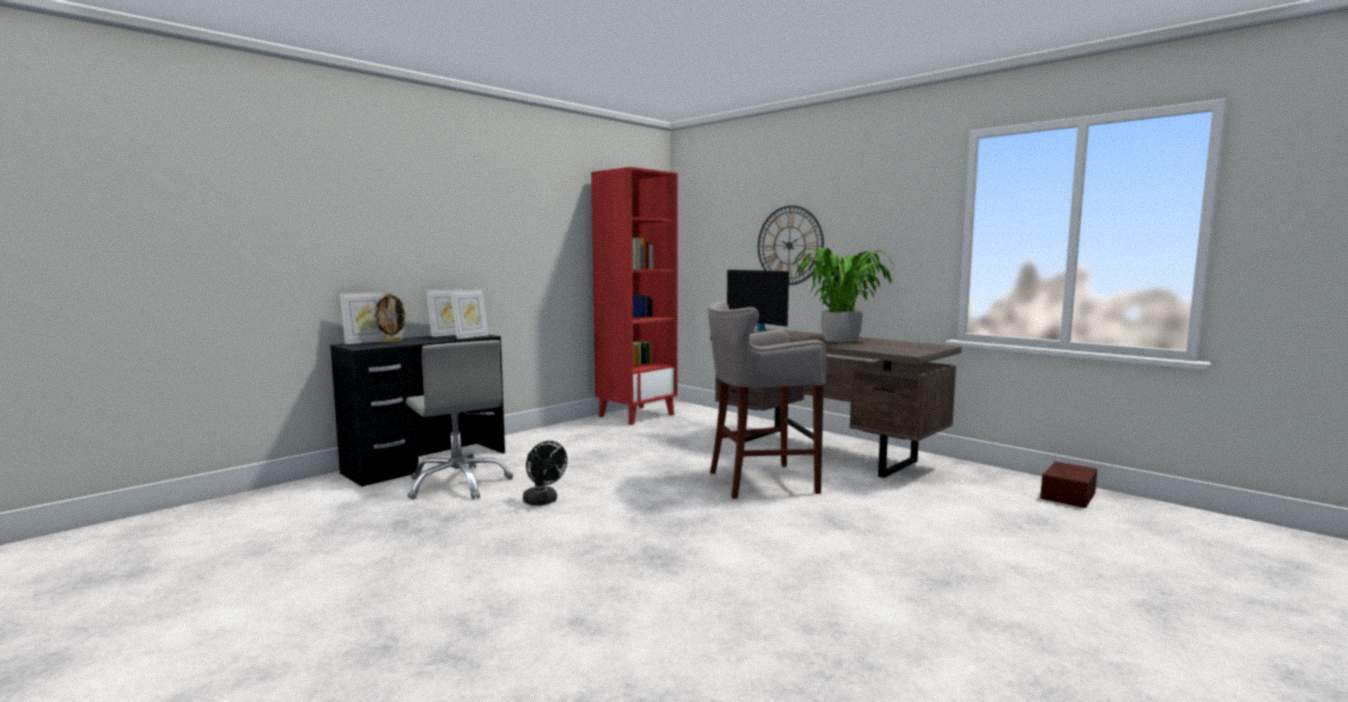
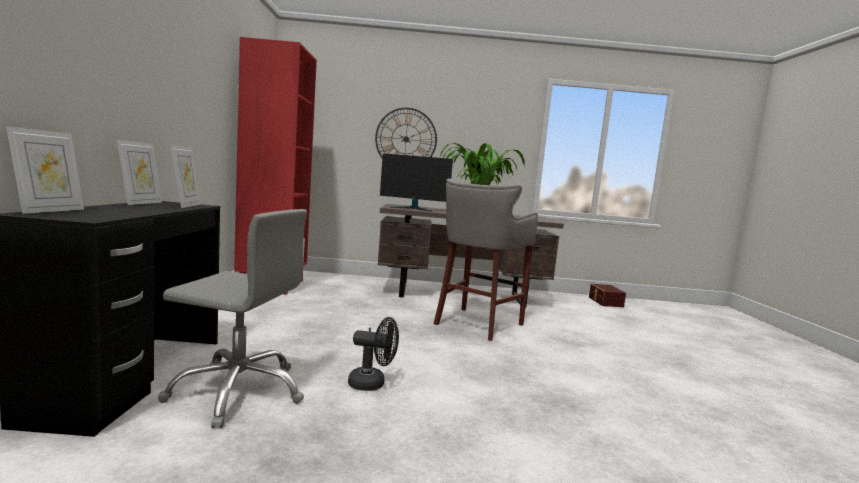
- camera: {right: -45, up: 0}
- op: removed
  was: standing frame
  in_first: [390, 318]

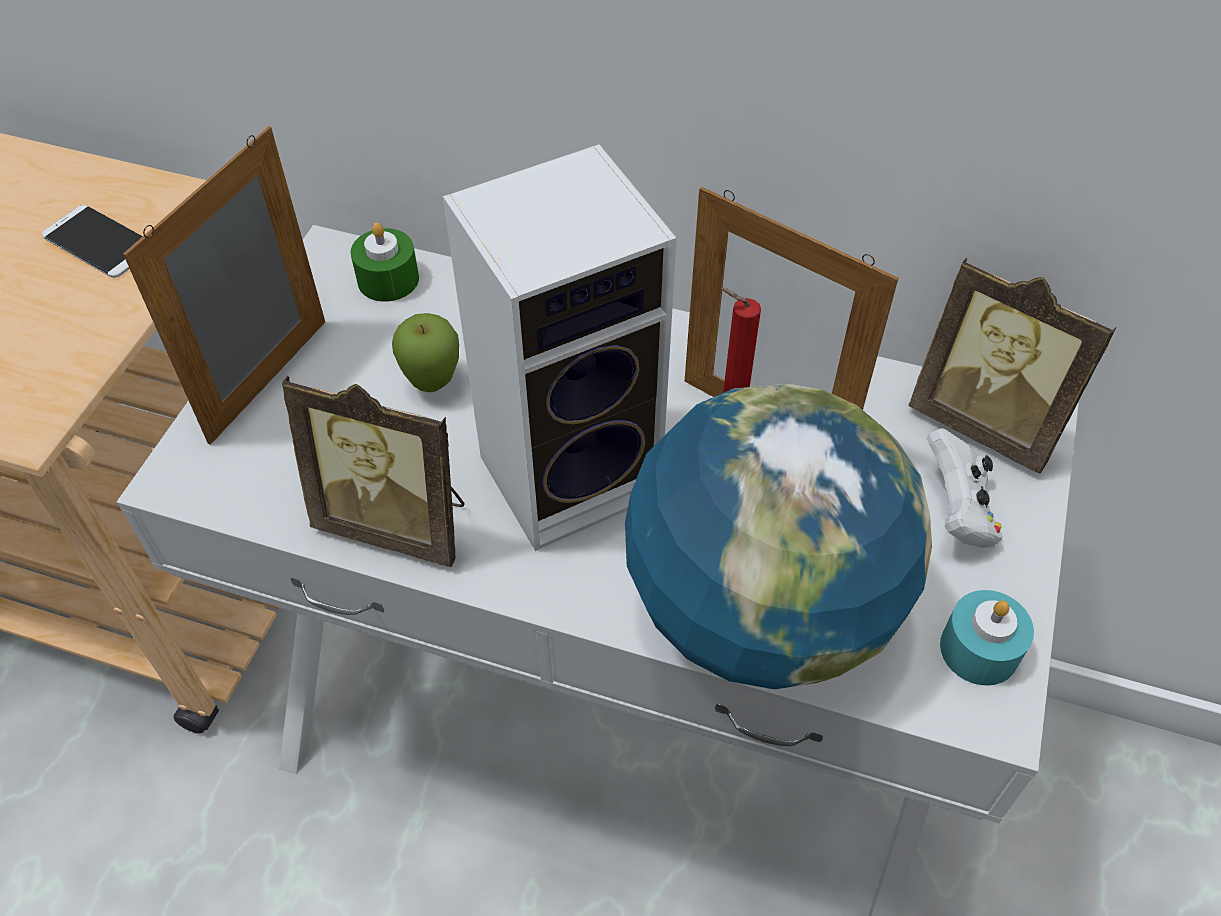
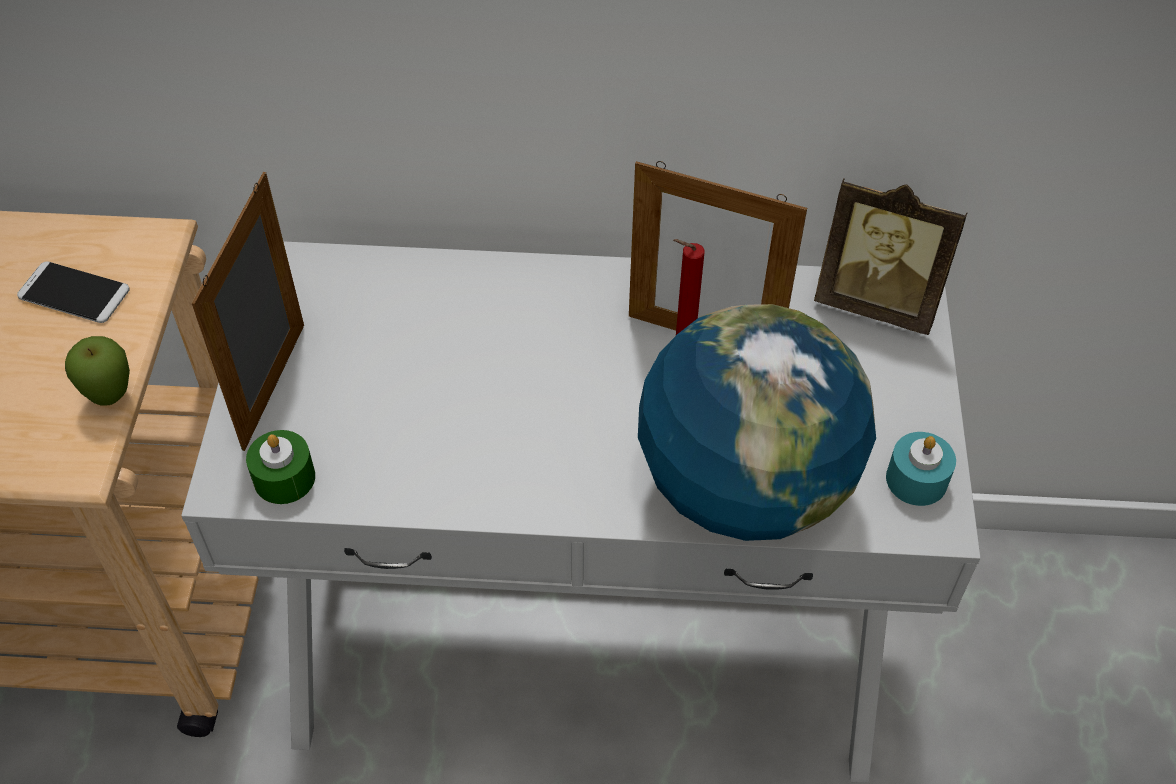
- camera: {right: -15, up: 0}
- op: moved
  was: apple
  in_first: [425, 352]
  in_second: [97, 371]
- op: moved
  was: wax light in green-coloured
  in_first: [384, 262]
  in_second: [280, 467]
- op: removed
  was: standing frame
  in_first: [373, 471]
- op: removed
  was: loudspeaker
  in_first: [560, 347]
- op: removed
  was: gamepad in white-coloured
  in_first: [964, 488]

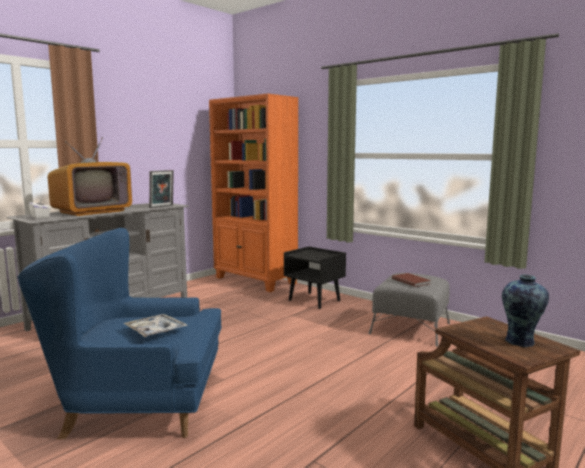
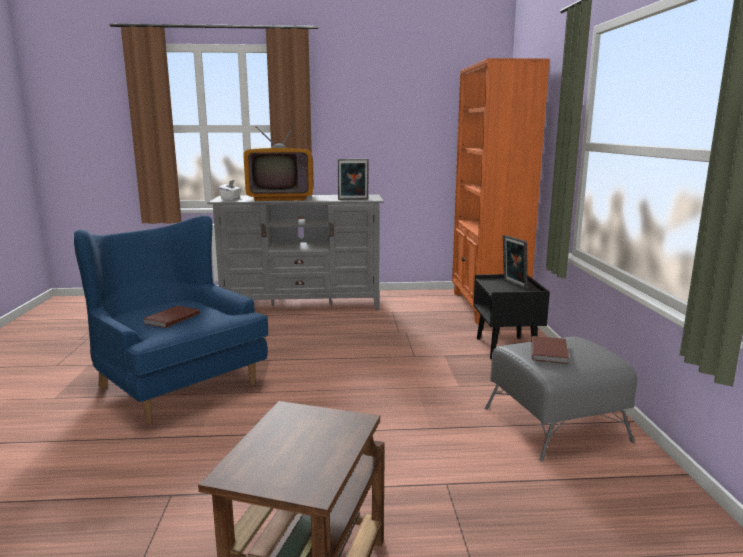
- camera: {right: 45, up: 5}
- op: replaced
  was: tray
  now: volume in brownish
  in_first: [155, 325]
  in_second: [171, 317]
- op: added
  now: standing frame
  in_second: [515, 262]
- op: removed
  was: flower vase
  in_first: [525, 311]

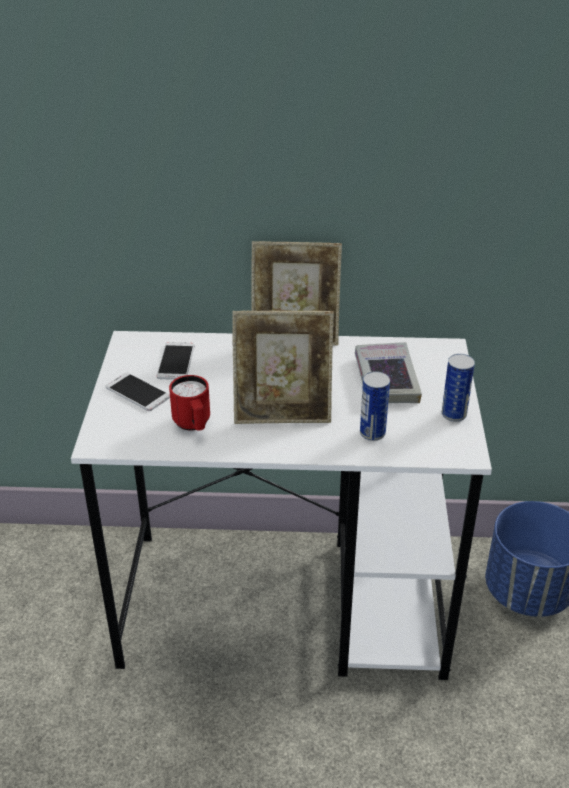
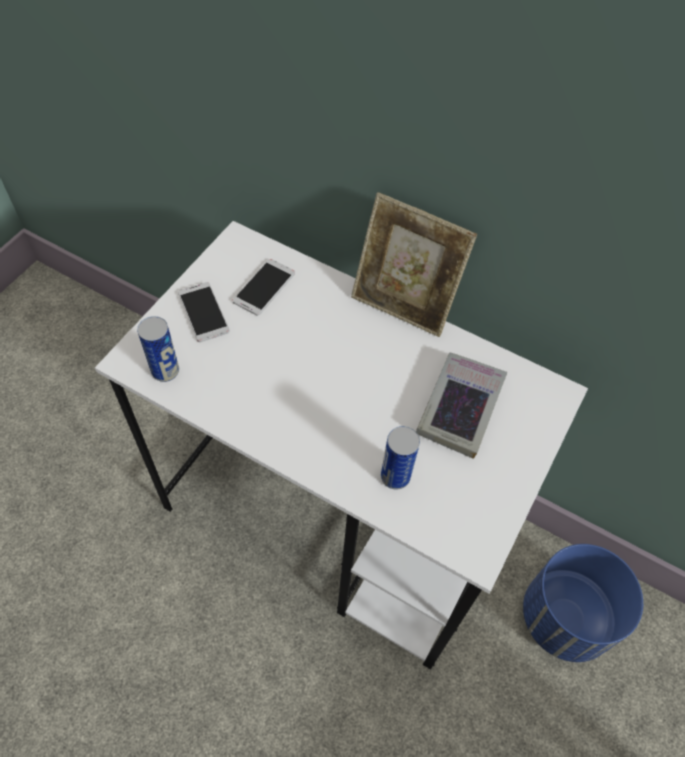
- camera: {right: 25, up: 20}
- op: moved
  was: can
  in_first: [458, 388]
  in_second: [158, 349]
- op: removed
  was: mug in red-coloured
  in_first: [189, 403]
- op: removed
  was: standing frame
  in_first: [283, 367]

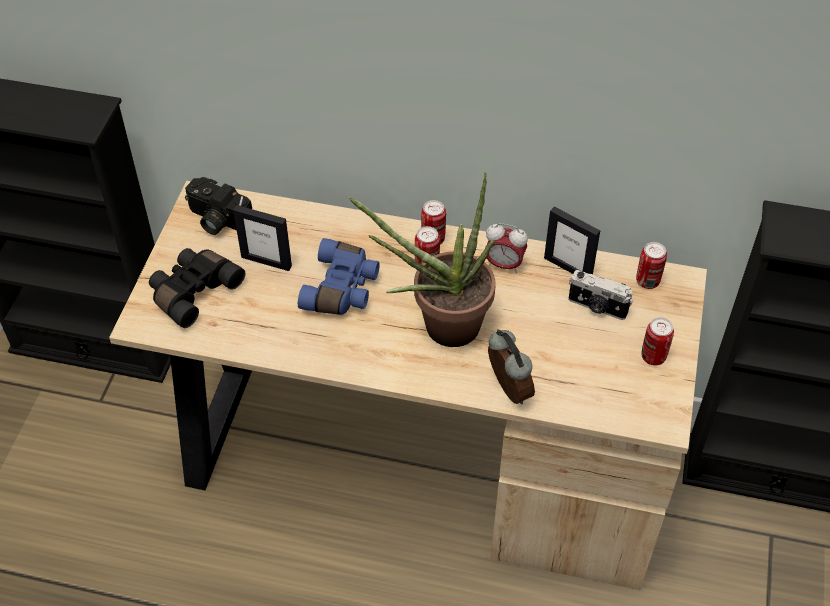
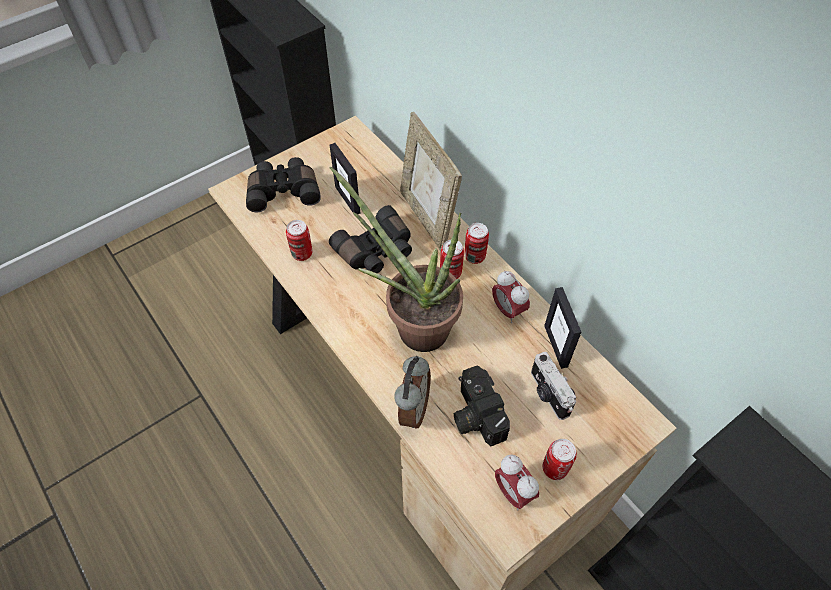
- camera: {right: 40, up: 5}
- op: moved
  was: can
  in_first: [651, 265]
  in_second: [299, 240]
- op: recoloured
  was: field glasses in bluish
  now: field glasses in black
  in_first: [339, 276]
  in_second: [370, 239]
- op: added
  now: standing frame
  in_second: [431, 182]
- op: moved
  was: photo camera
  in_first: [218, 206]
  in_second: [482, 405]
- op: added
  now: alarm clock
  in_second: [517, 483]

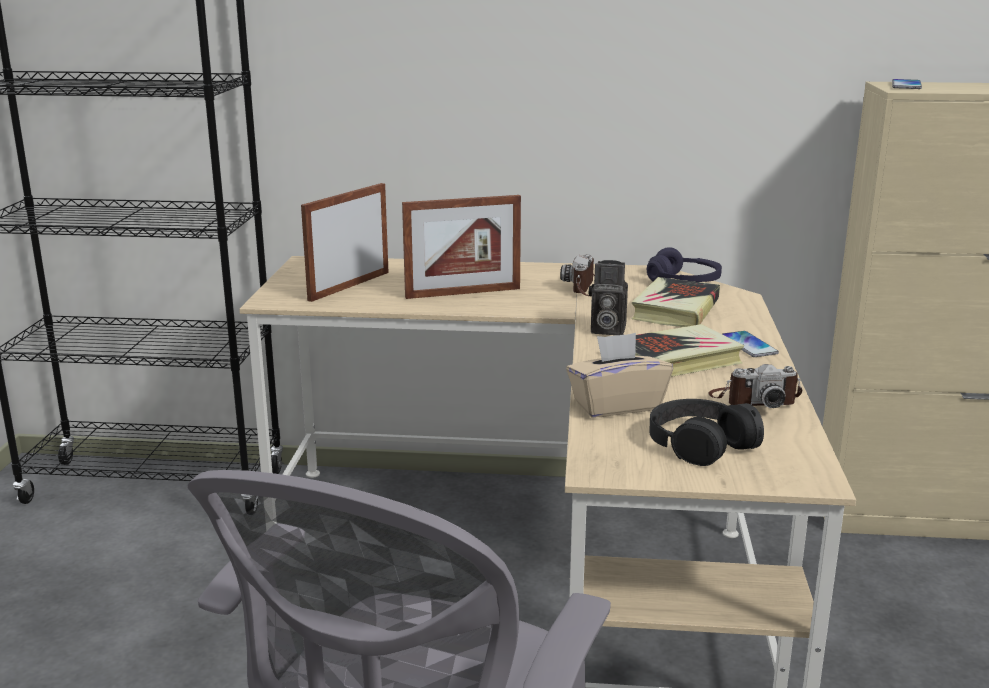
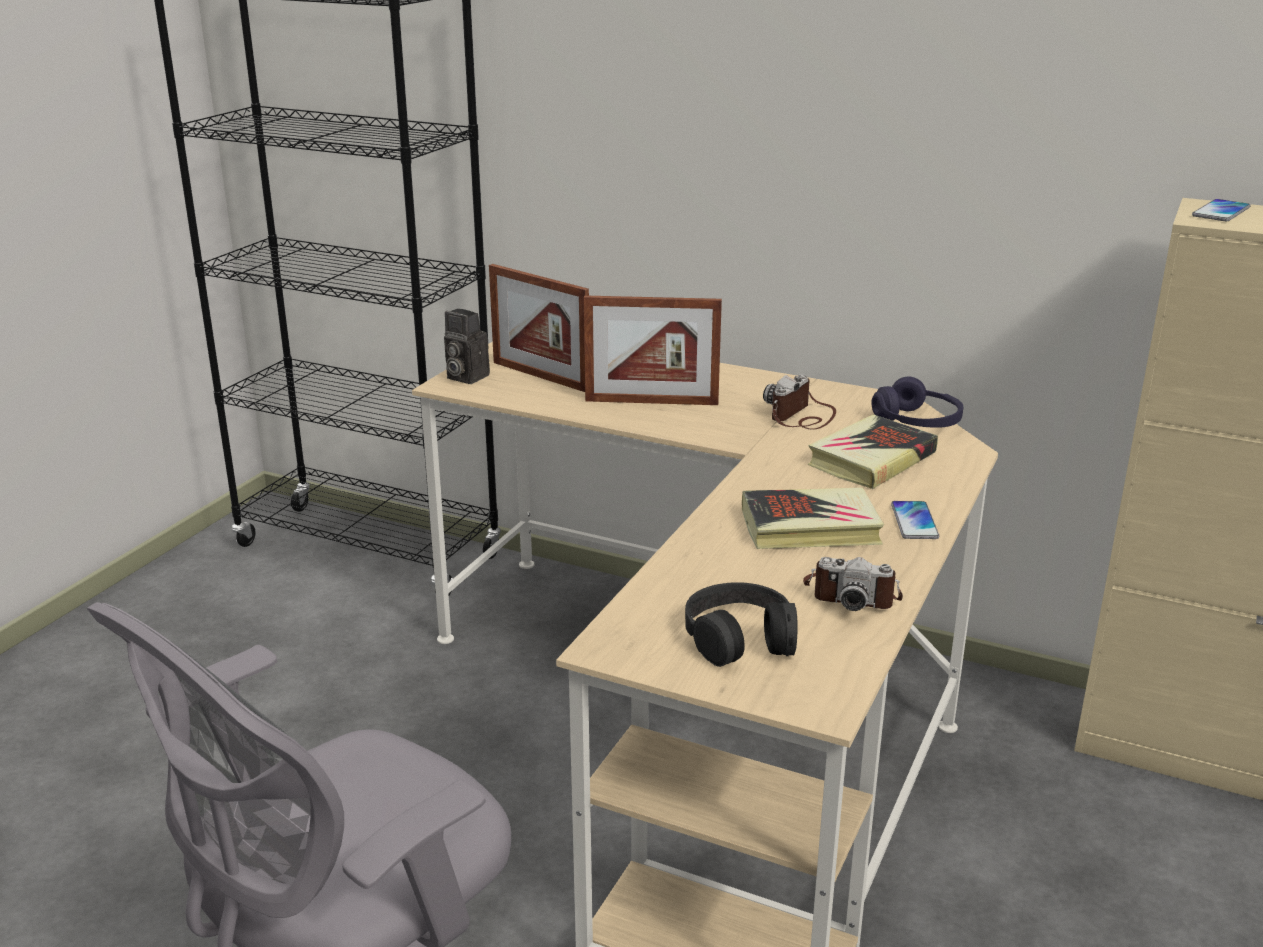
- camera: {right: 20, up: 5}
- op: moved
  was: photo camera
  in_first: [608, 297]
  in_second: [467, 346]
- op: turned
  was: standing frame
  in_first: [345, 242]
  in_second: [539, 328]
  clockwise: -105
- op: removed
  was: tissue box in beige-coloured
  in_first: [619, 375]

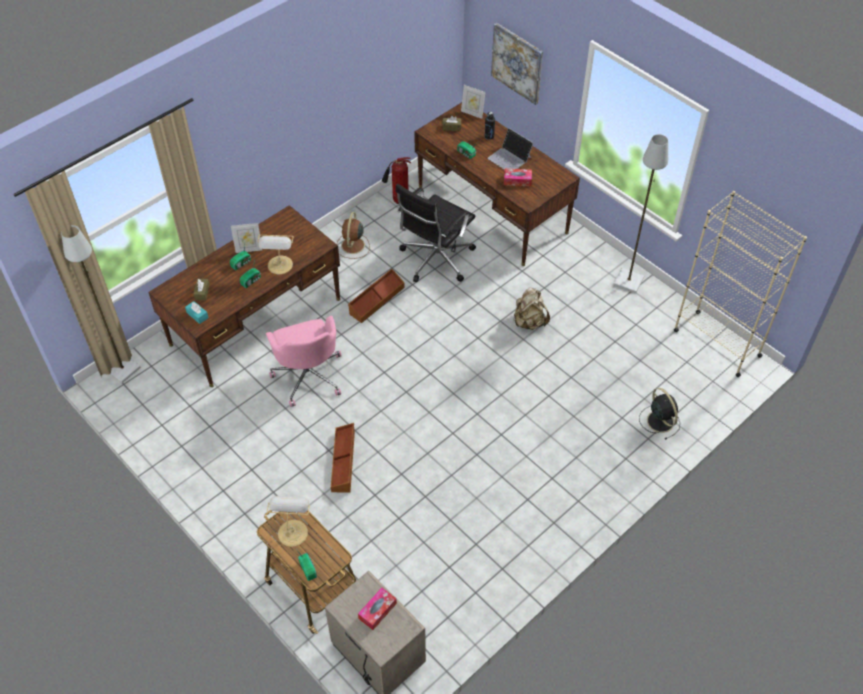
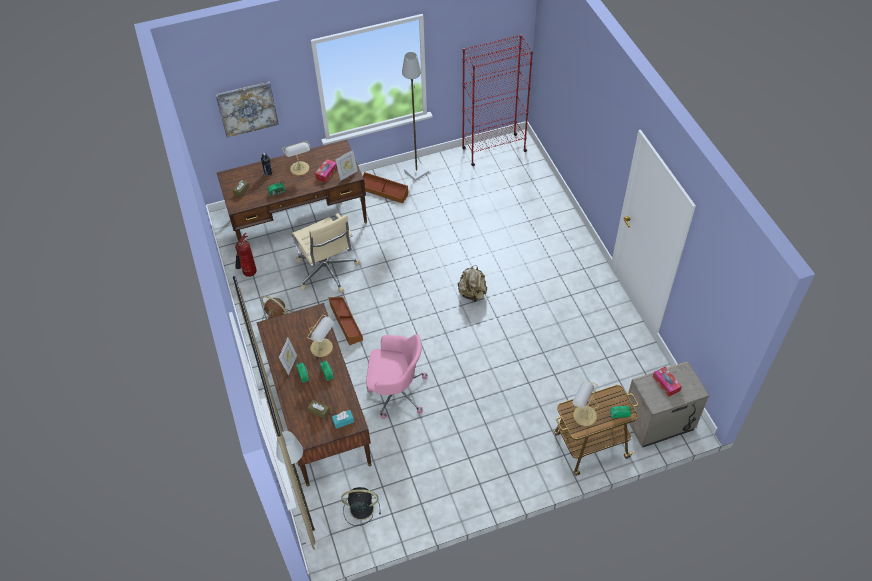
- camera: {right: -65, up: 0}
- op: replaced
  was: notebook computer
  now: table lamp
  in_first: [510, 149]
  in_second: [296, 158]
- op: recoloured
  was: office chair in black
  now: office chair in beige-coloured
  in_first: [436, 233]
  in_second: [325, 253]
- op: moved
  was: standing frame
  in_first: [473, 102]
  in_second: [346, 165]
- op: moved
  was: cooling fan in black
  in_first: [659, 414]
  in_second: [361, 506]
- op: moved
  was: storage box in brownish
  in_first: [343, 458]
  in_second: [385, 187]
- op: moved
  was: backpack in beige-coloured
  in_first: [531, 308]
  in_second: [472, 283]
- op: recoloured
  was: bookcase in beige-coloured
  now: bookcase in red-coloured
  in_first: [740, 284]
  in_second: [497, 100]

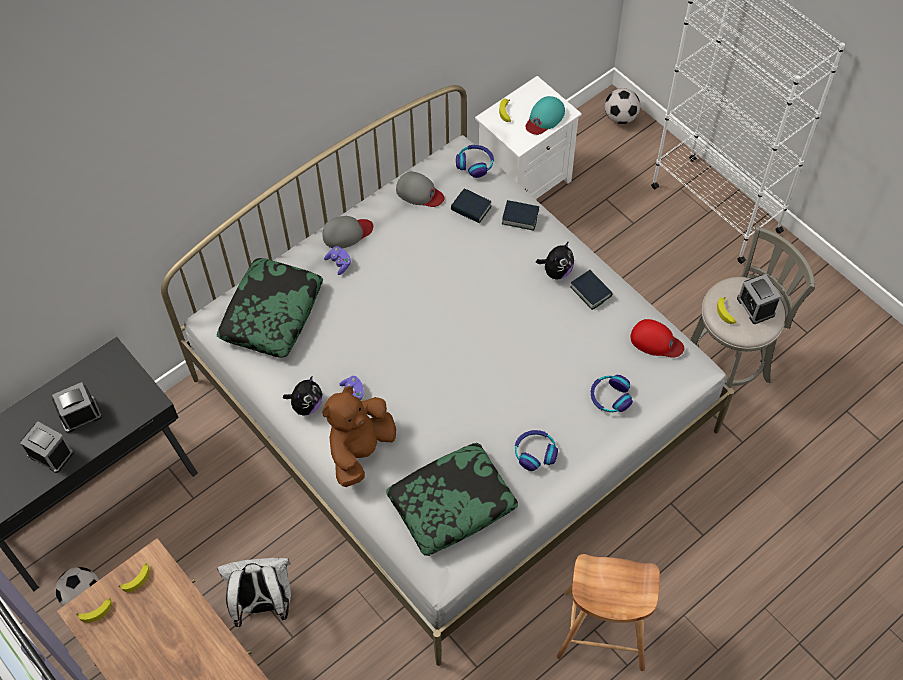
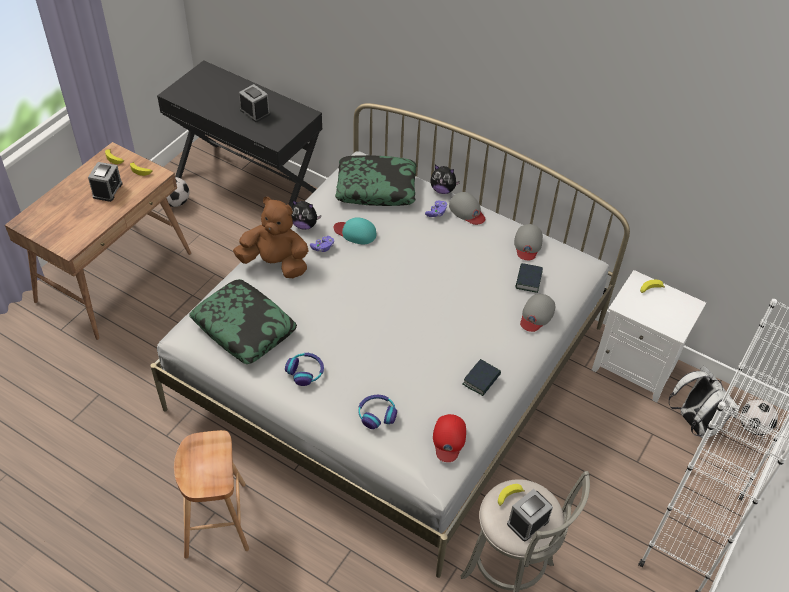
- camera: {right: 70, up: -10}
- op: moved
  was: alarm clock
  in_first: [47, 447]
  in_second: [105, 182]
- op: moved
  was: baseball cap in turquoise
  in_first: [545, 115]
  in_second: [355, 230]
- op: moved
  was: cuddly toy
  in_first: [555, 260]
  in_second: [445, 179]
- op: replaced
  was: volume
  now: baseball cap in greyish
  in_first: [520, 215]
  in_second: [537, 313]
- op: moved
  was: backpack in white-coloured
  in_first: [254, 592]
  in_second: [704, 402]
- op: removed
  was: headphones
  in_first: [475, 161]

